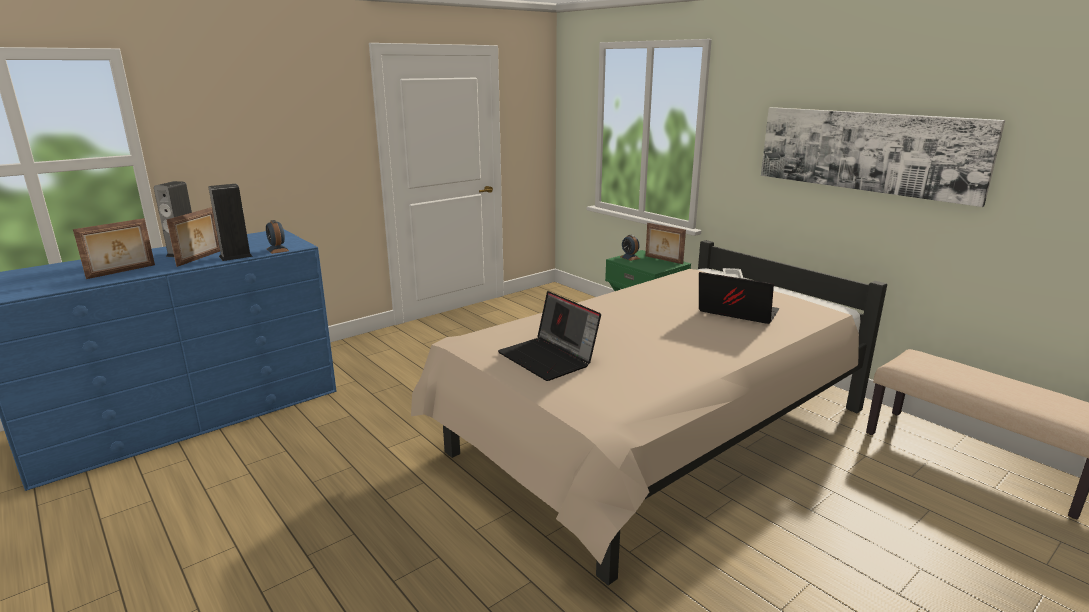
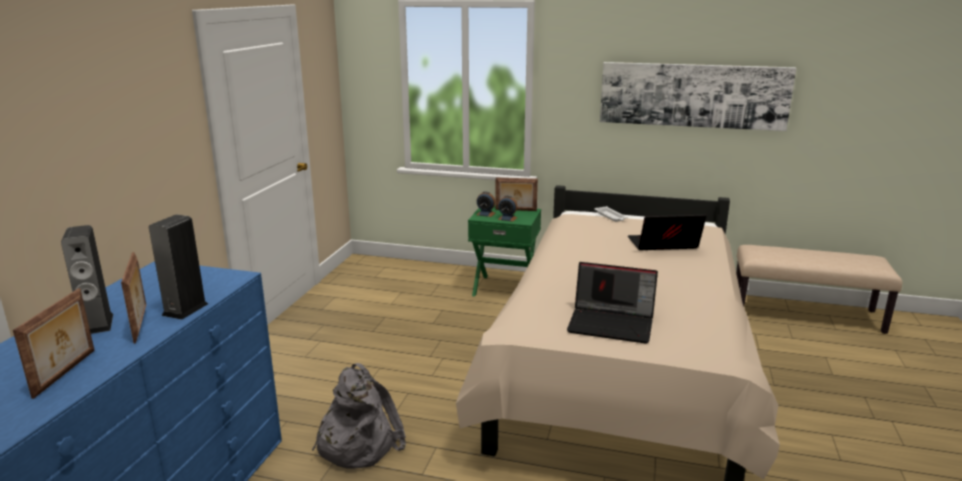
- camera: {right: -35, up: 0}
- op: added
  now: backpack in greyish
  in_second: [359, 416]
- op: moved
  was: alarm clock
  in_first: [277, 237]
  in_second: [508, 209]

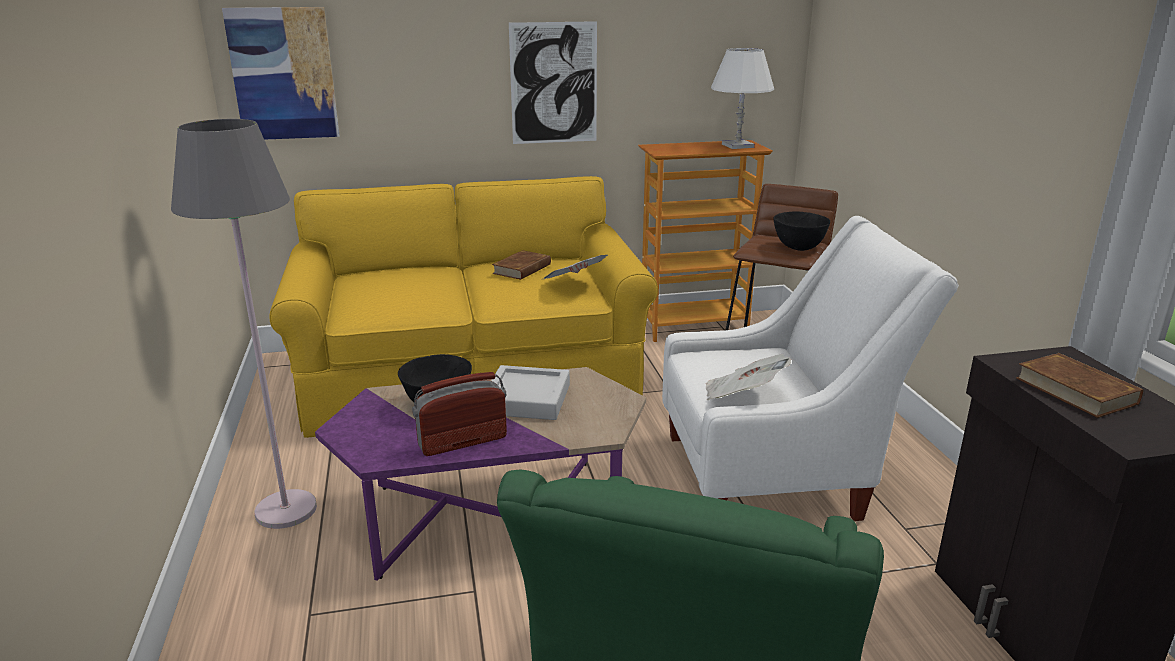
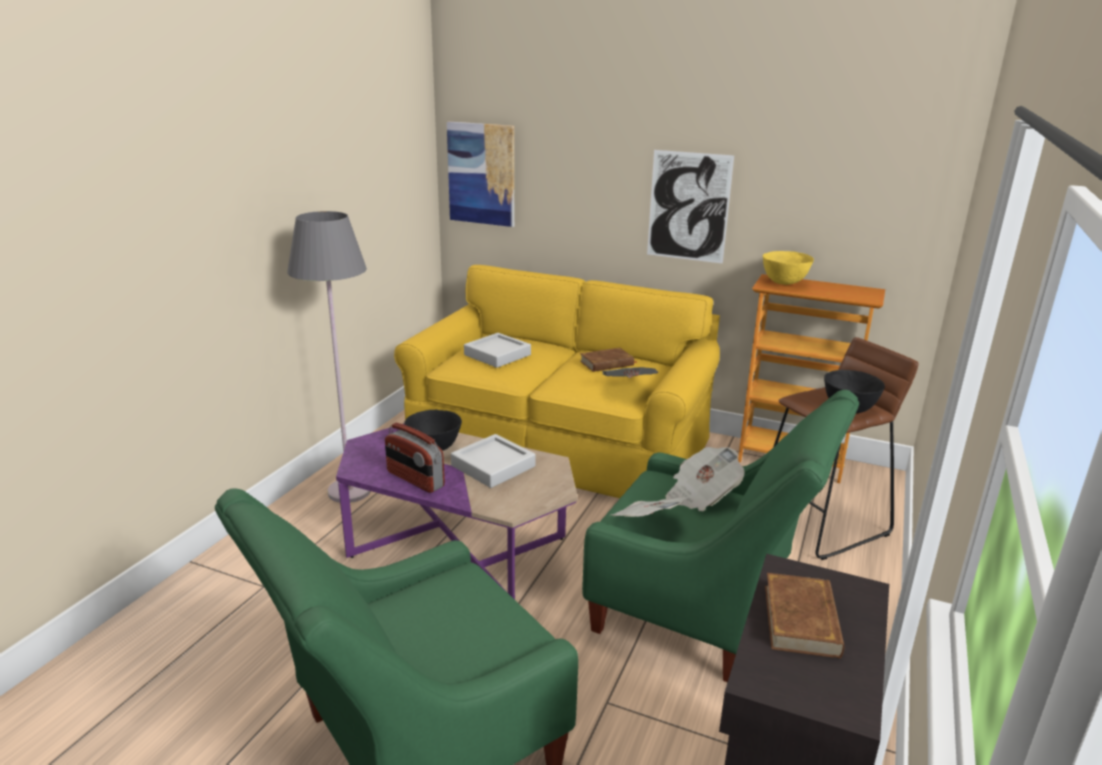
- camera: {right: 35, up: 0}
- op: turned
  was: radio receiver
  in_first: [459, 414]
  in_second: [415, 458]
  clockwise: -150
- op: added
  now: tray in greyish
  in_second: [497, 350]
- op: recoloured
  was: lounge chair in white-coloured
  now: lounge chair in green-coloured
  in_first: [810, 368]
  in_second: [720, 536]
- op: added
  now: printed paper
  in_second: [705, 479]
- op: added
  now: bowl in yellowish
  in_second: [788, 268]
- op: removed
  was: table lamp in white-coloured
  in_first: [742, 98]

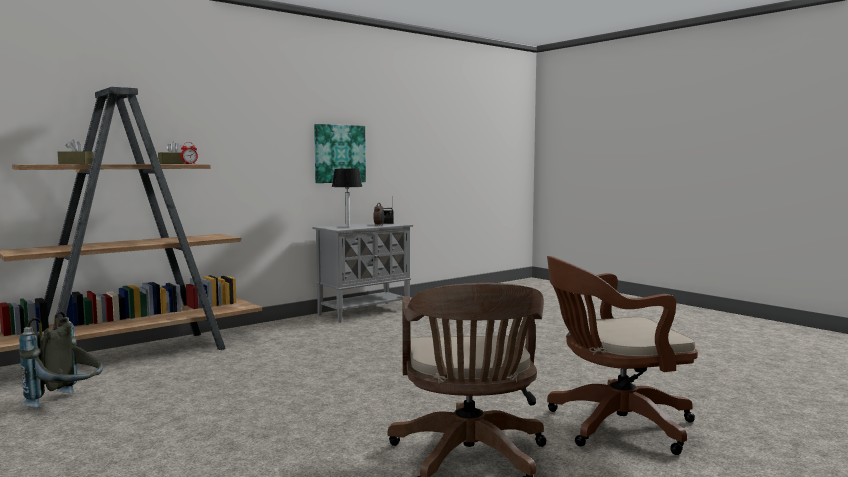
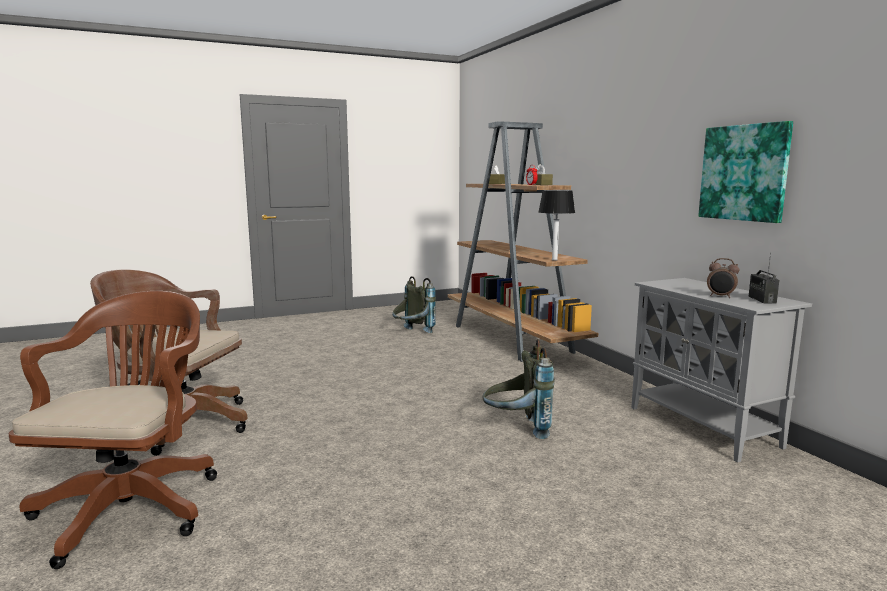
- camera: {right: 105, up: 5}
- op: added
  now: backpack in greyish
  in_second: [518, 389]
- op: moved
  was: table lamp
  in_first: [347, 197]
  in_second: [557, 225]

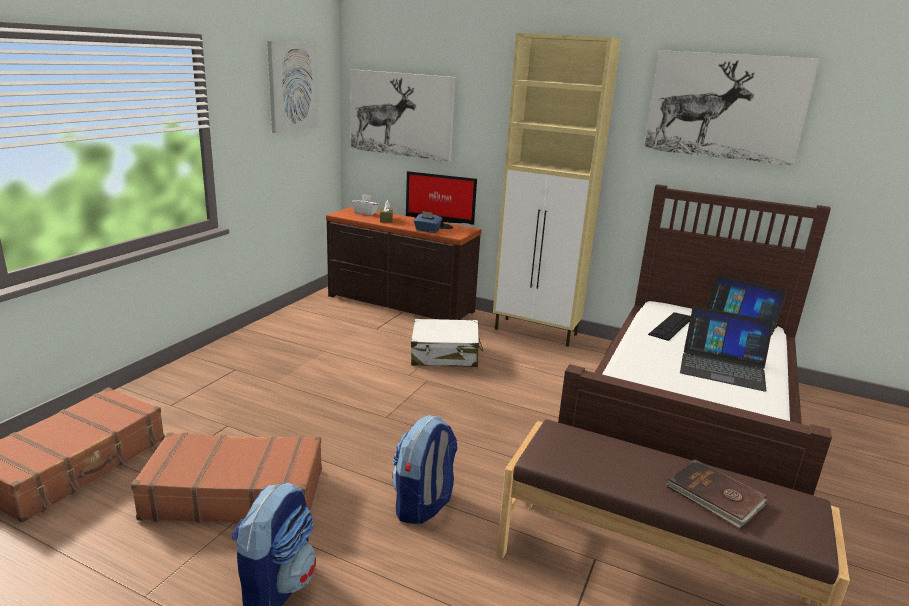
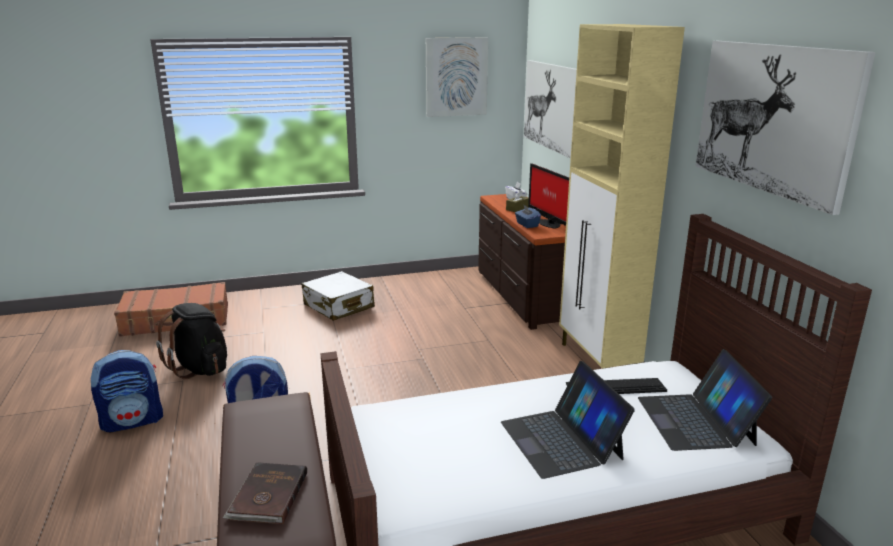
- camera: {right: 50, up: 0}
- op: replaced
  was: suitcase in brownish
  now: backpack in black
  in_first: [226, 477]
  in_second: [191, 341]
- op: moved
  was: suitcase in white-coloured
  in_first: [447, 343]
  in_second: [338, 296]

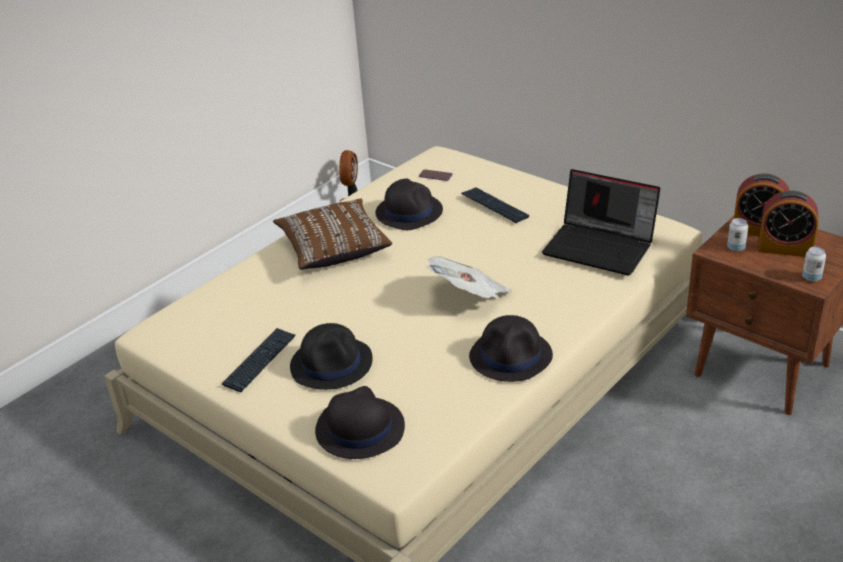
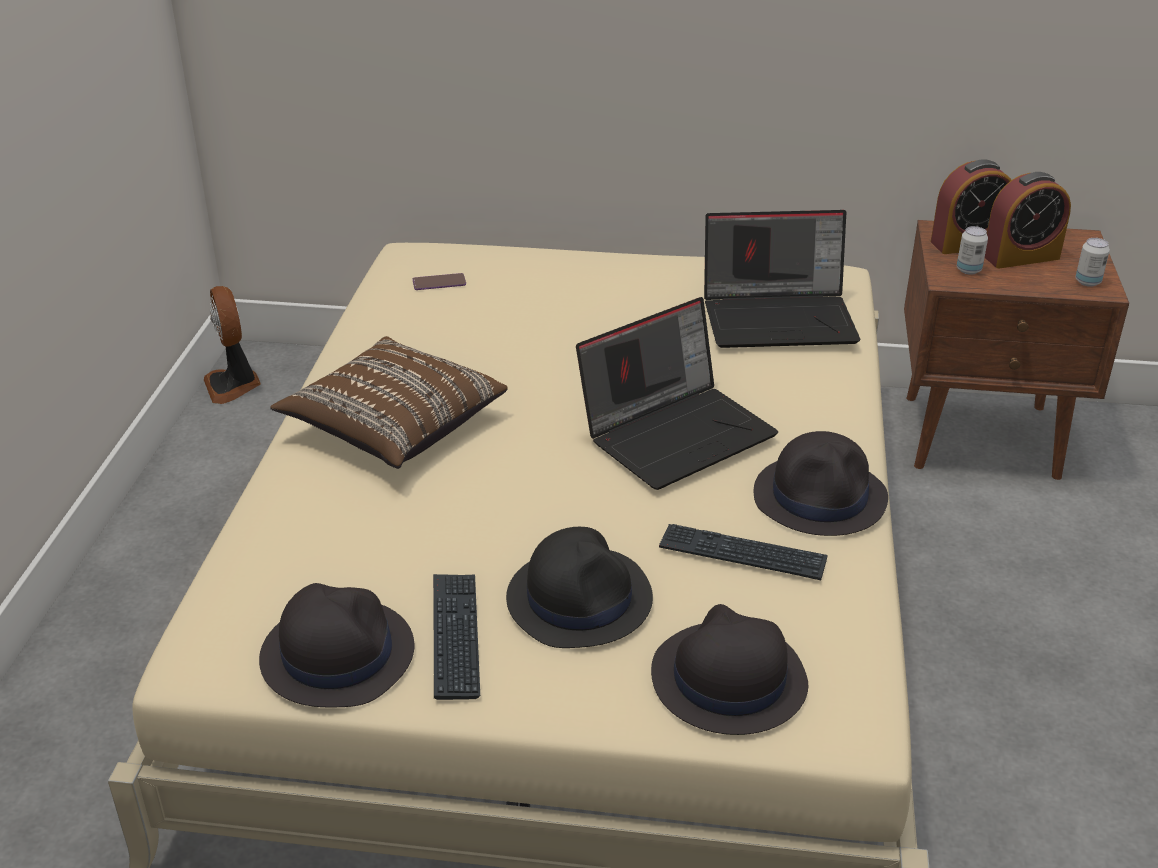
- camera: {right: -35, up: 0}
- op: moved
  was: hat in black
  in_first: [409, 204]
  in_second: [336, 645]
- op: replaced
  was: printed paper
  now: notebook computer
  in_first: [469, 277]
  in_second: [677, 393]
- op: moved
  was: keyboard
  in_first: [495, 205]
  in_second: [743, 552]

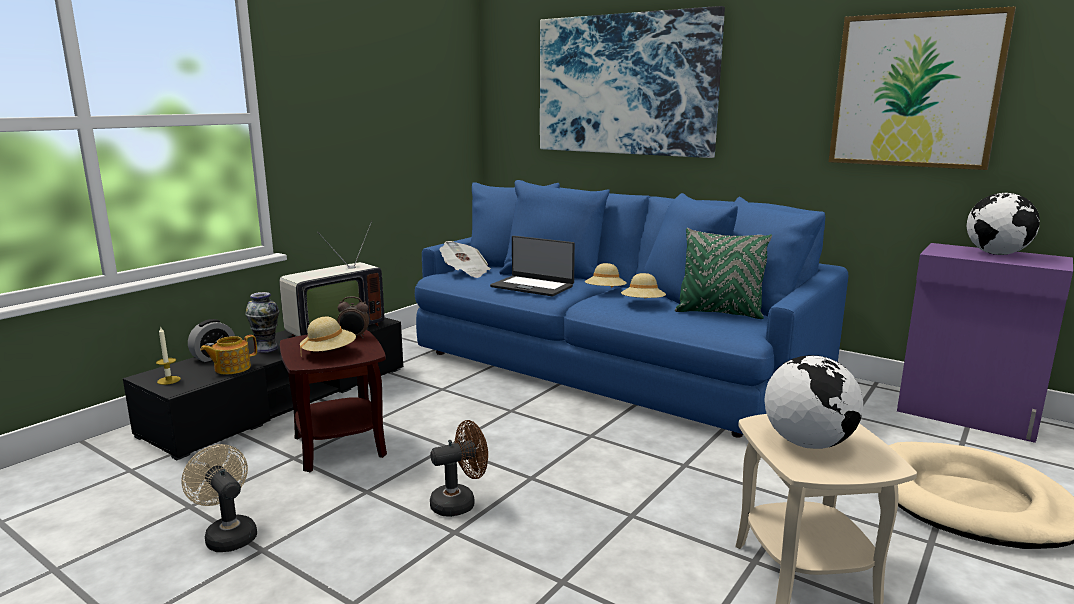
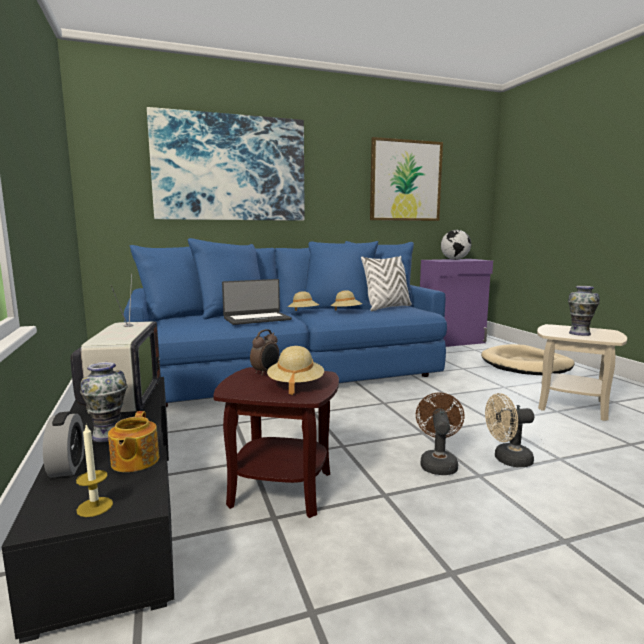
- camera: {right: -55, up: -5}
- op: recoloured
  was: pillow in green-coloured
  now: pillow in white-coloured
  in_first: [723, 273]
  in_second: [386, 284]
- op: moved
  was: cooling fan in beige-coloured
  in_first: [219, 498]
  in_second: [509, 430]
- op: replaced
  was: world globe
  now: flower vase
  in_first: [813, 402]
  in_second: [584, 311]
- op: removed
  was: printed paper
  in_first: [465, 259]

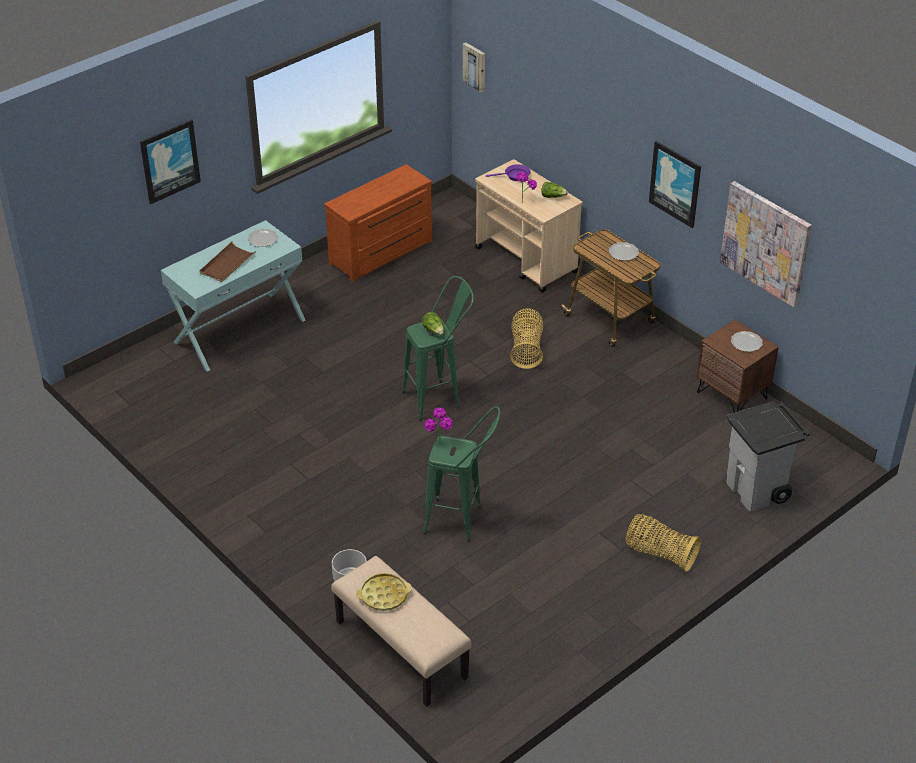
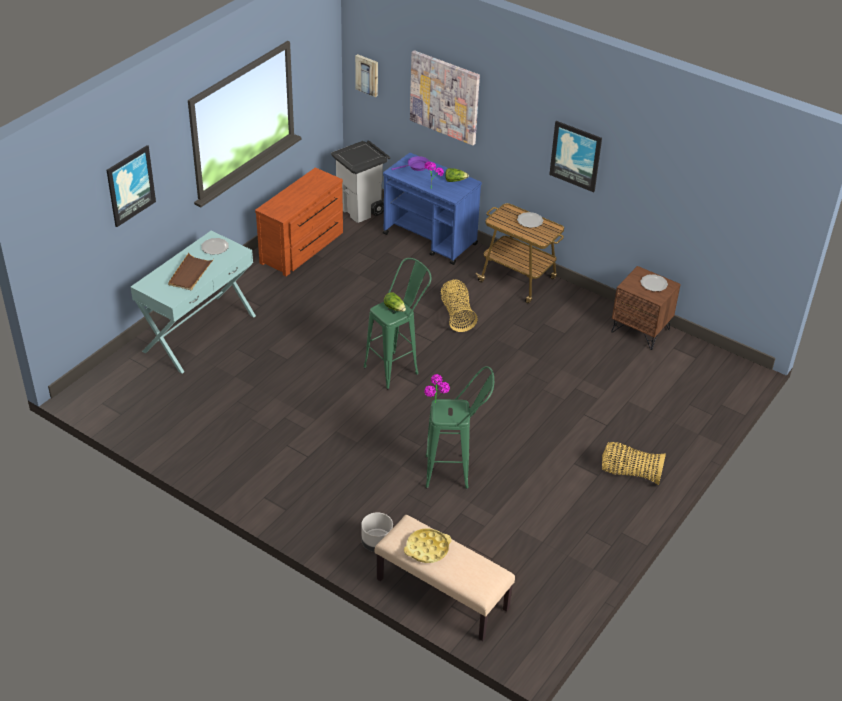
- camera: {right: -15, up: 0}
- op: moved
  was: trash can in greyish
  in_first: [768, 456]
  in_second: [360, 181]
- op: recoloured
  was: trolley in beige-coloured
  now: trolley in bluish
  in_first: [529, 226]
  in_second: [432, 209]
- op: moved
  was: wall picture
  in_first: [766, 244]
  in_second: [445, 97]

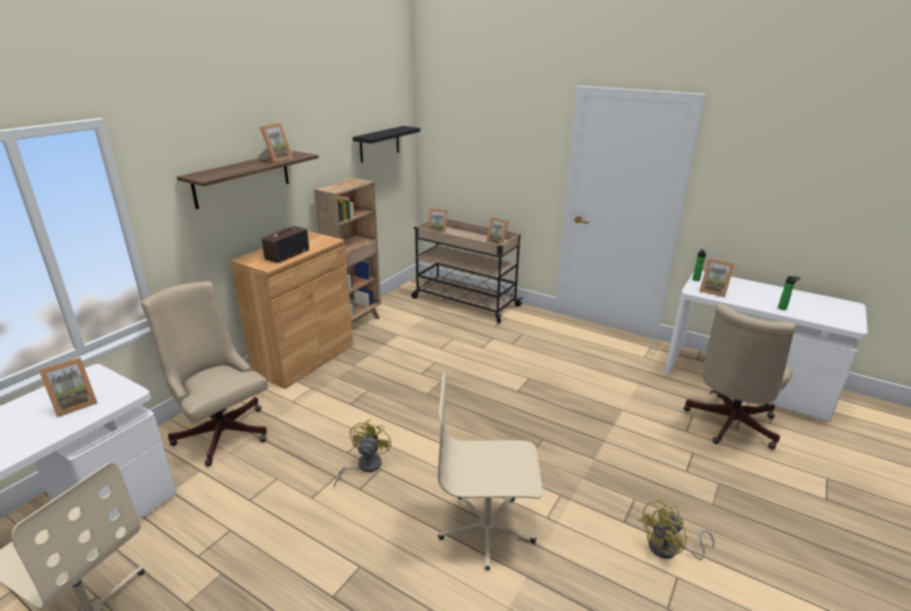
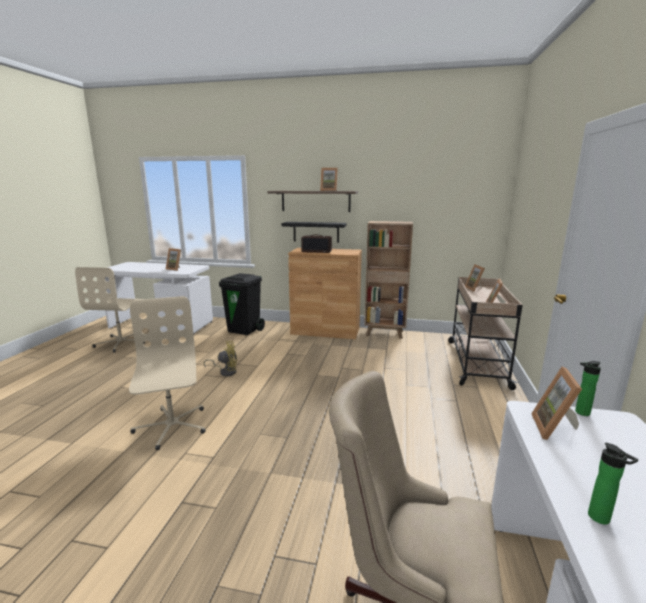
- camera: {right: 70, up: -10}
- op: replaced
  was: office chair in beige-coloured
  now: trash can in black
  in_first: [204, 374]
  in_second: [242, 304]
- op: moved
  was: wall shelf in black
  in_first: [386, 144]
  in_second: [314, 232]
- op: removed
  was: cooling fan in yellowish
  in_first: [677, 529]

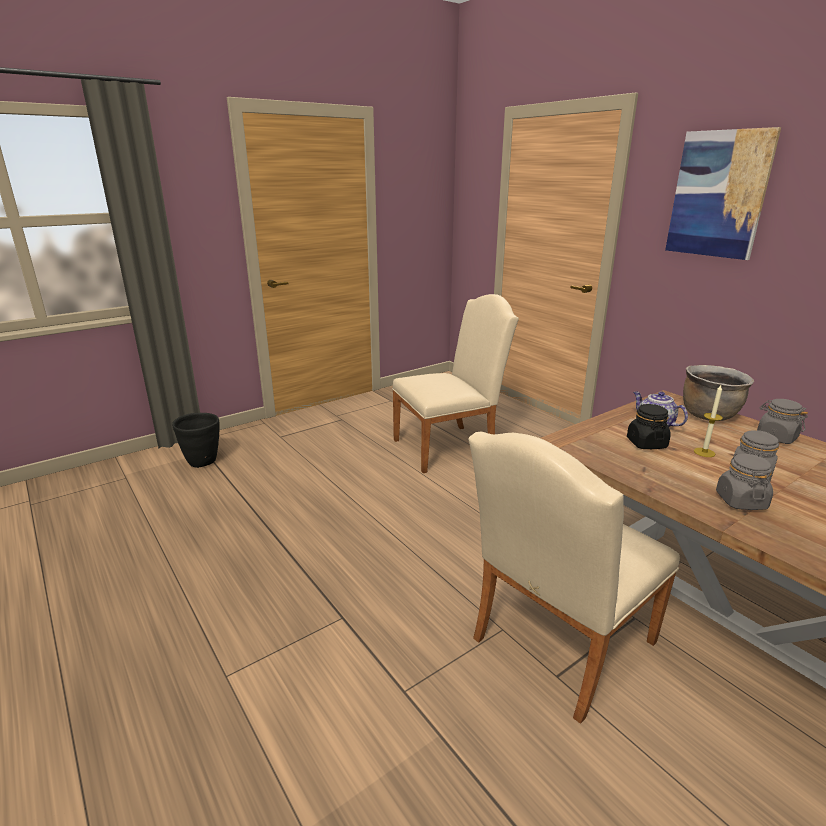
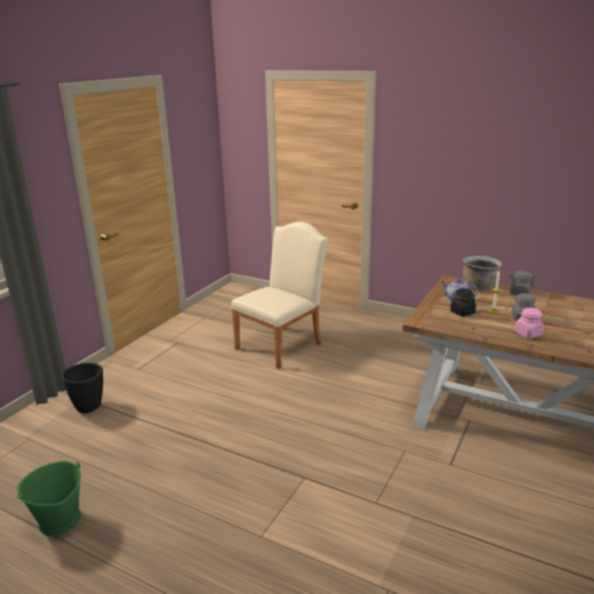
- camera: {right: -25, up: 0}
- op: added
  now: bucket in green-coloured
  in_second: [48, 498]
- op: recoloured
  was: preserve jar in greyish
  now: preserve jar in pink
  in_first: [744, 482]
  in_second: [529, 323]
- op: removed
  was: chair in beige-coloured
  in_first: [574, 578]
- op: removed
  was: wall picture
  in_first: [723, 193]

